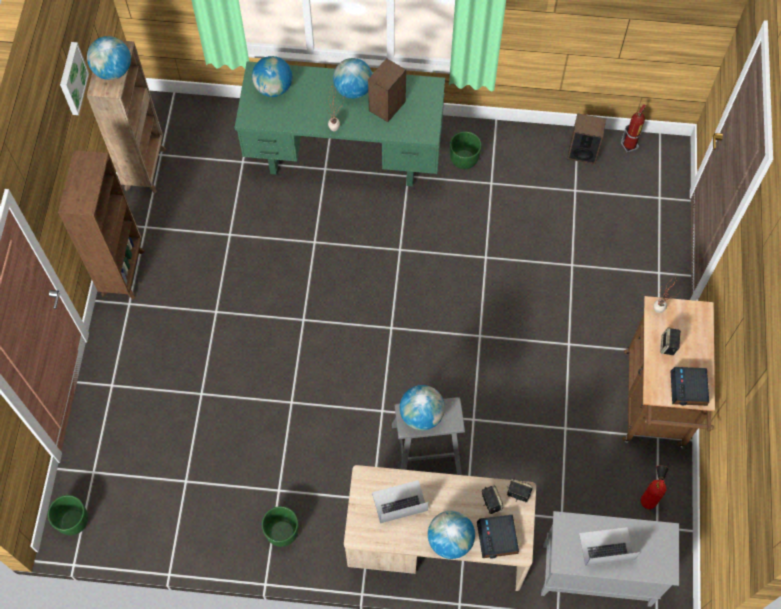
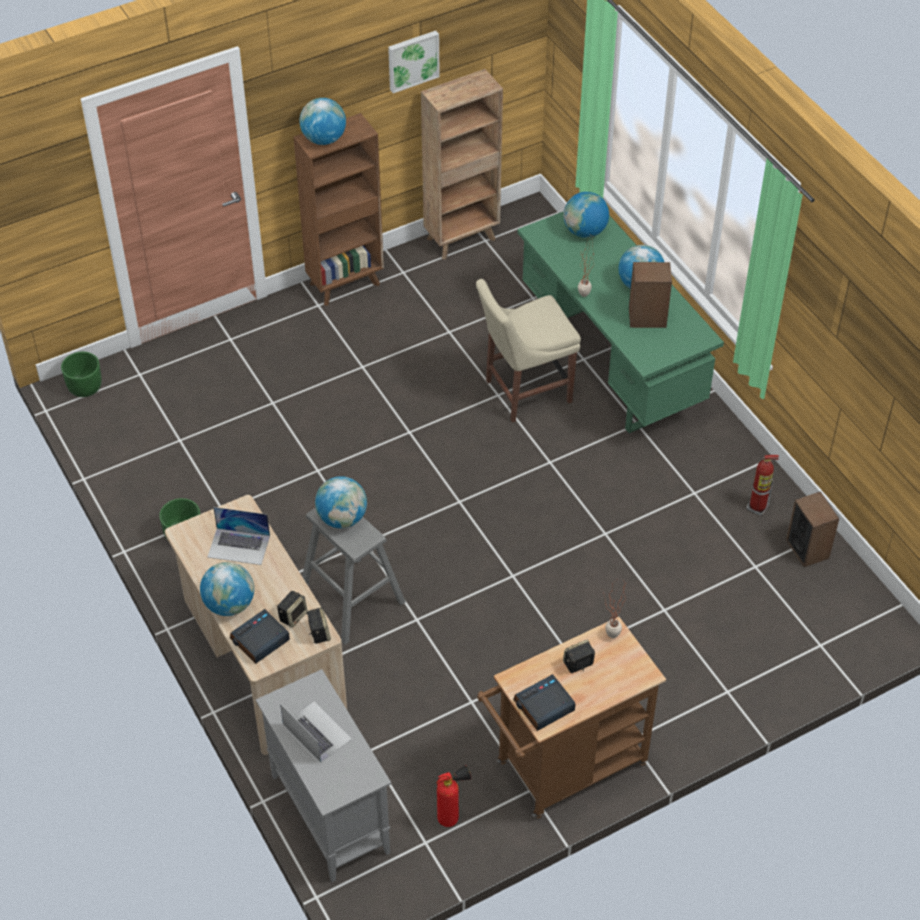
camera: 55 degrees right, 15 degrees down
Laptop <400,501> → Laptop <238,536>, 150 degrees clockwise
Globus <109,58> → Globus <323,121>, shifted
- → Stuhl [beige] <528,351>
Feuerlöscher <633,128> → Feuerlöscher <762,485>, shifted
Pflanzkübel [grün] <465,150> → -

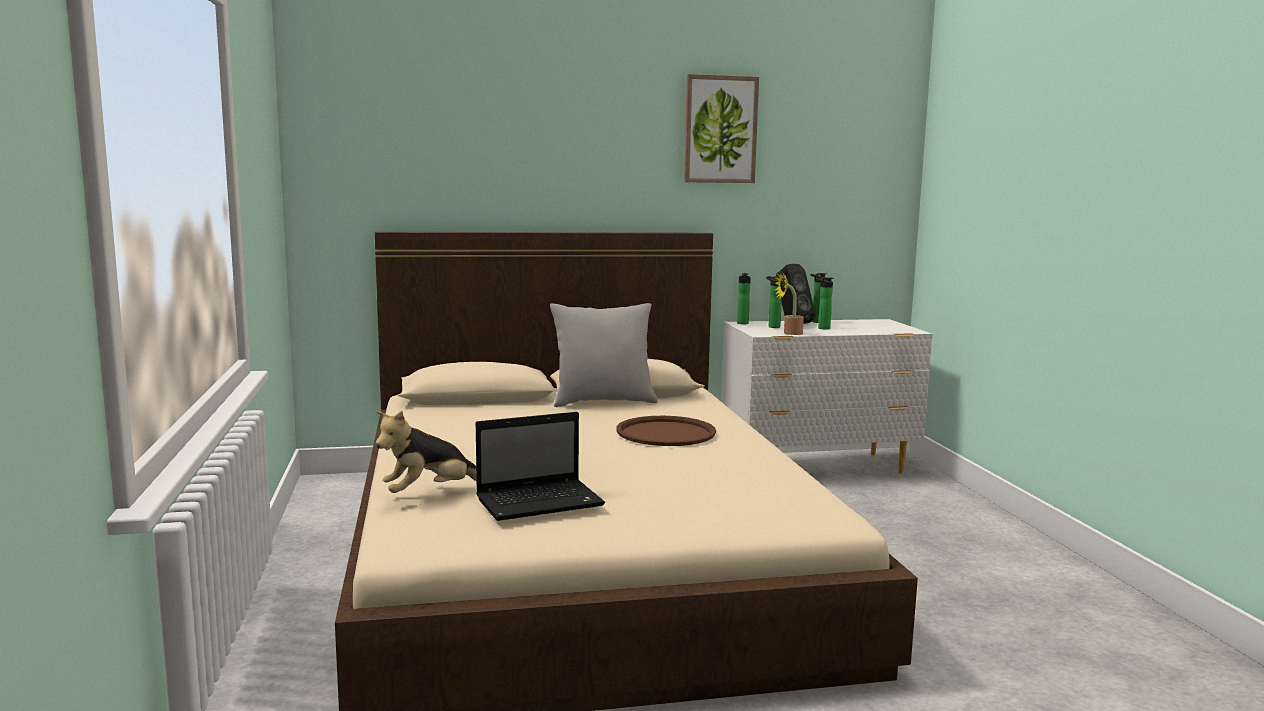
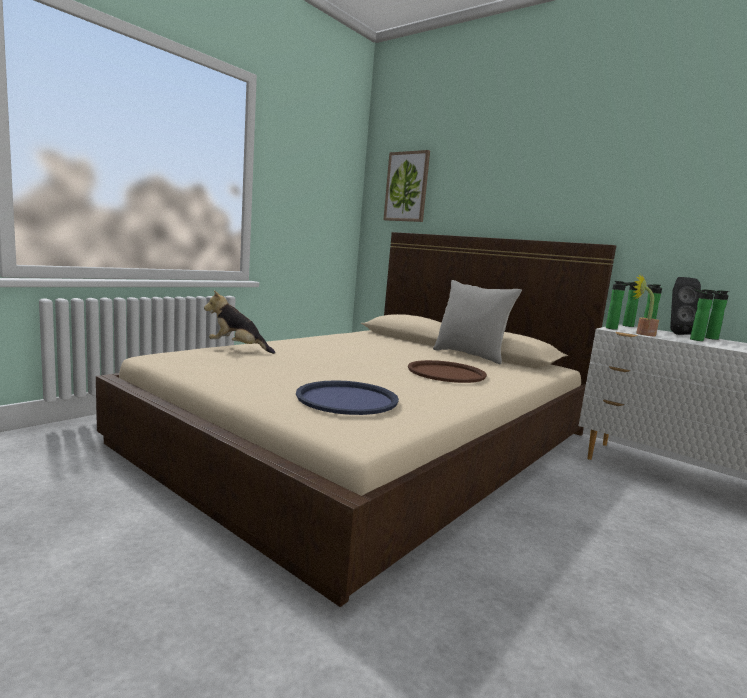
camera: 50 degrees right, 0 degrees up
- → Tablett [blau] <347,397>
Bild <721,128> → Bild <406,186>, shifted
- → Flasche <618,305>
Laptop <540,466> → -

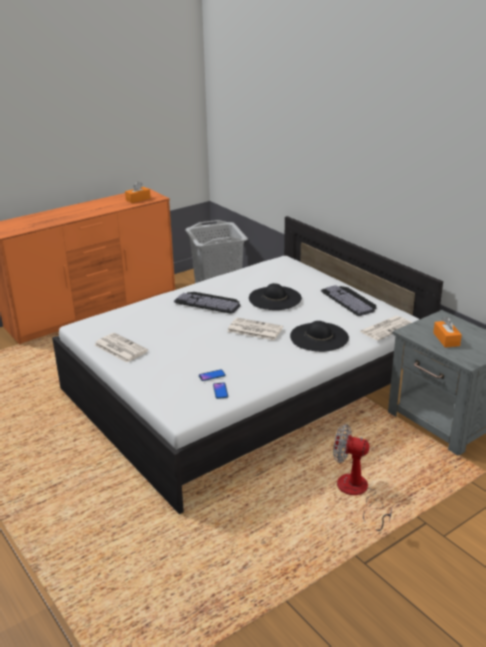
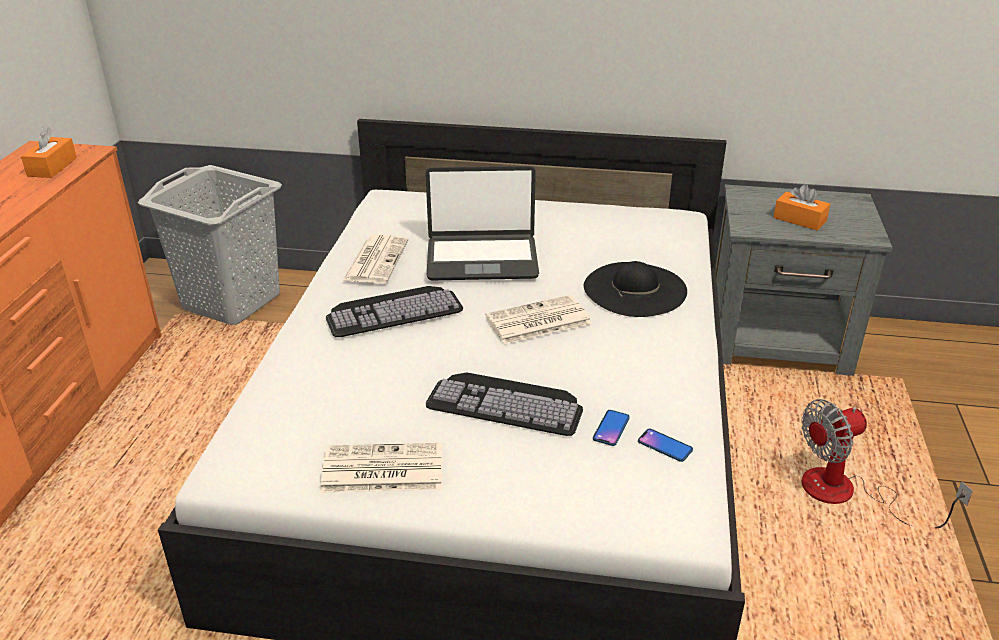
camera: 45 degrees left, 5 degrees up
Zeitung <386,328> → Zeitung <375,259>, shifted
Hut [schwarz] <275,296> → Laptop <482,223>
Tastatur <348,300> → Tastatur <504,404>, shifted

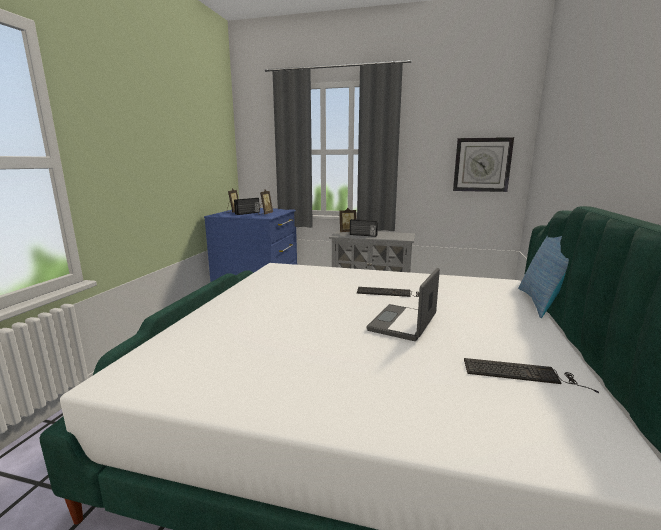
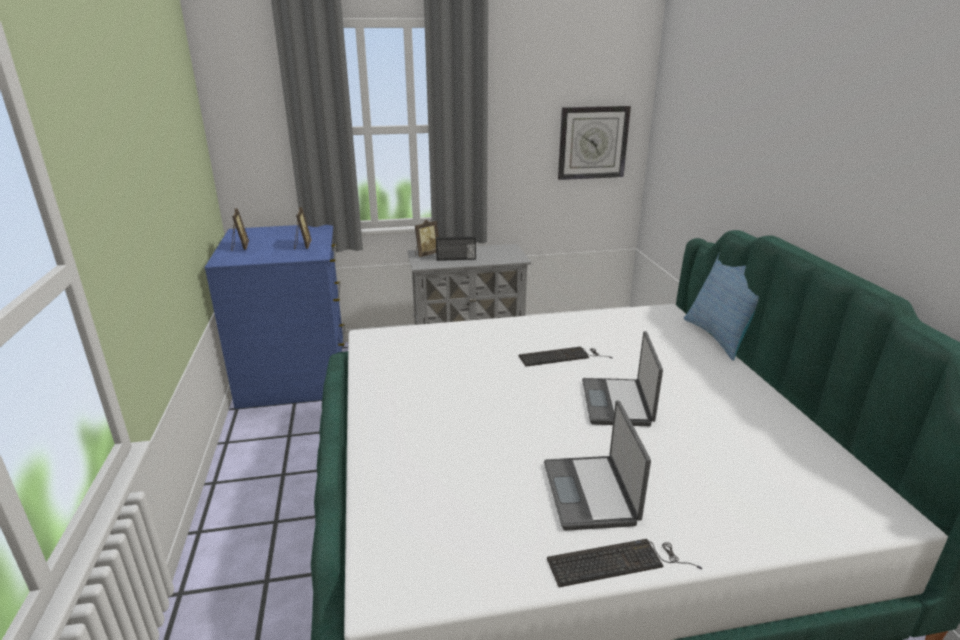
camera: 25 degrees left, 10 degrees up
- → Laptop <597,465>
Tastatur <531,375> → Tastatur <624,563>, shifted
Radio <247,206> → -

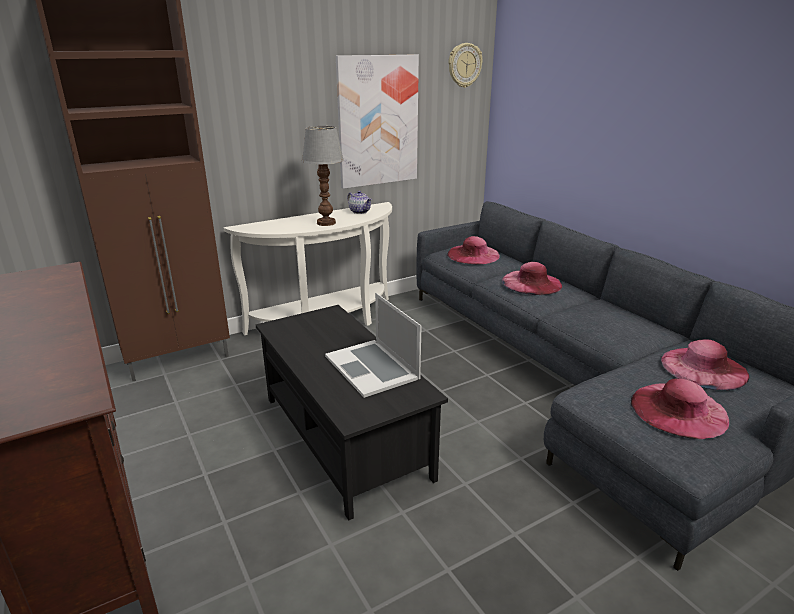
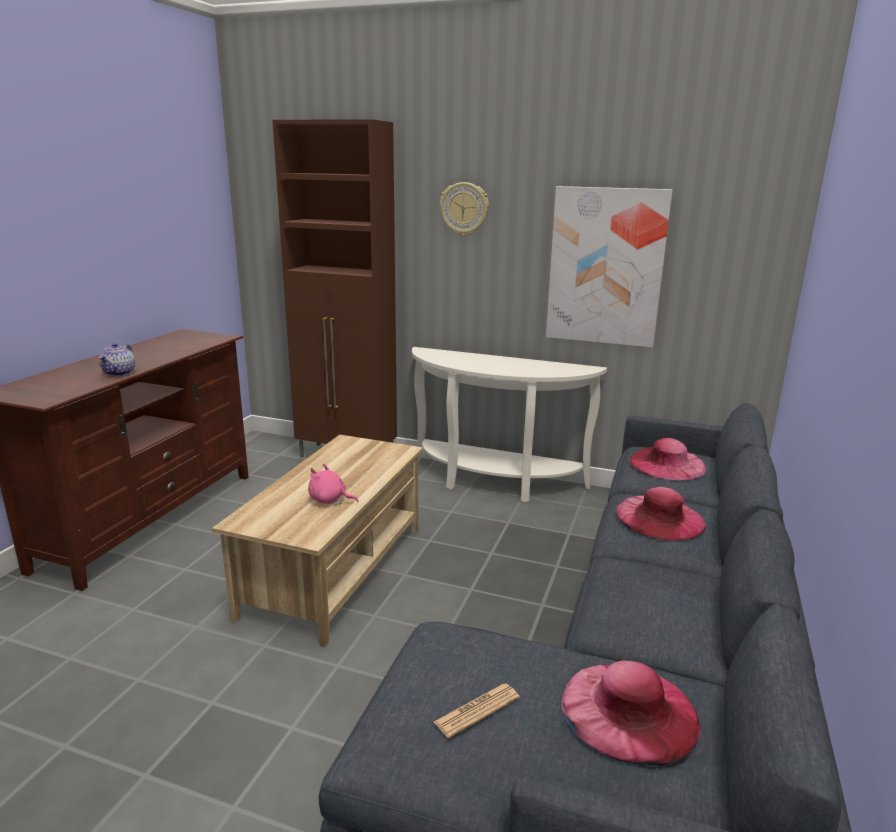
camera: 50 degrees right, 5 degrees down
Teekanne <359,202> → Teekanne <117,360>, shifted
Couchtisch [schwarz] <352,412> → Couchtisch [beige] <317,541>
Laptop <373,345> → Plüschtier [rosa] <333,483>
Hut [rosa] <680,408> → Zeitung <477,711>
Wanduhr <466,65> → Wanduhr <464,209>, shifted
Tischlampe <323,176> → -

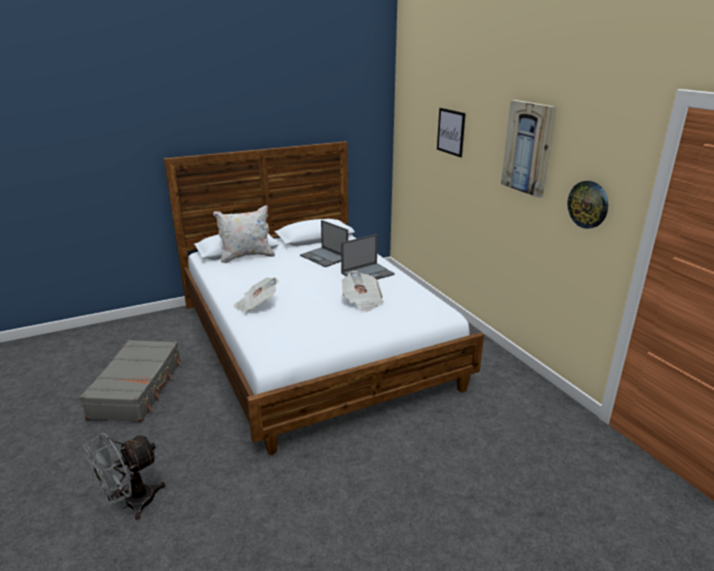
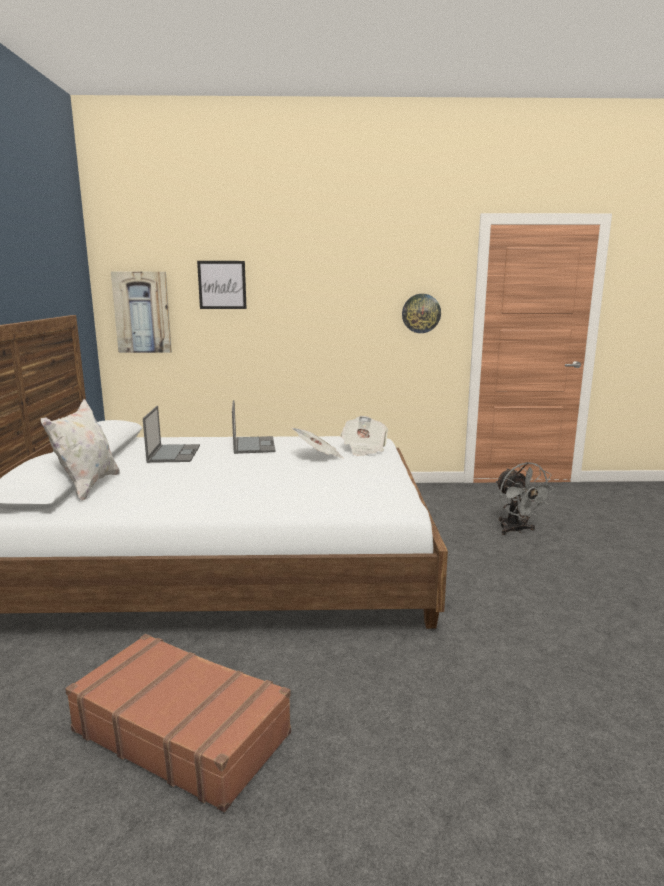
camera: 65 degrees left, 10 degrees down
Koffer [grau] <130,381> → Koffer [braun] <178,723>
Bild <528,149> → Bild <141,312>, shifted
Laptop <324,243> → Laptop <171,434>, 75 degrees counterclockwise
Zeitung <256,295> → Zeitung <364,436>, shifted
Ventilator [grau] <124,476> → Ventilator [grau] <525,498>, shifted

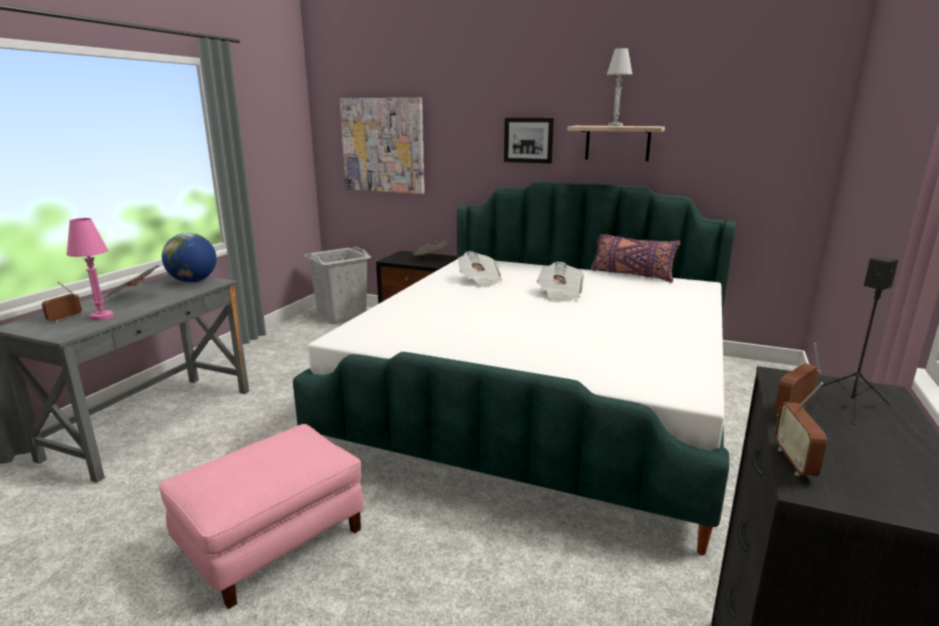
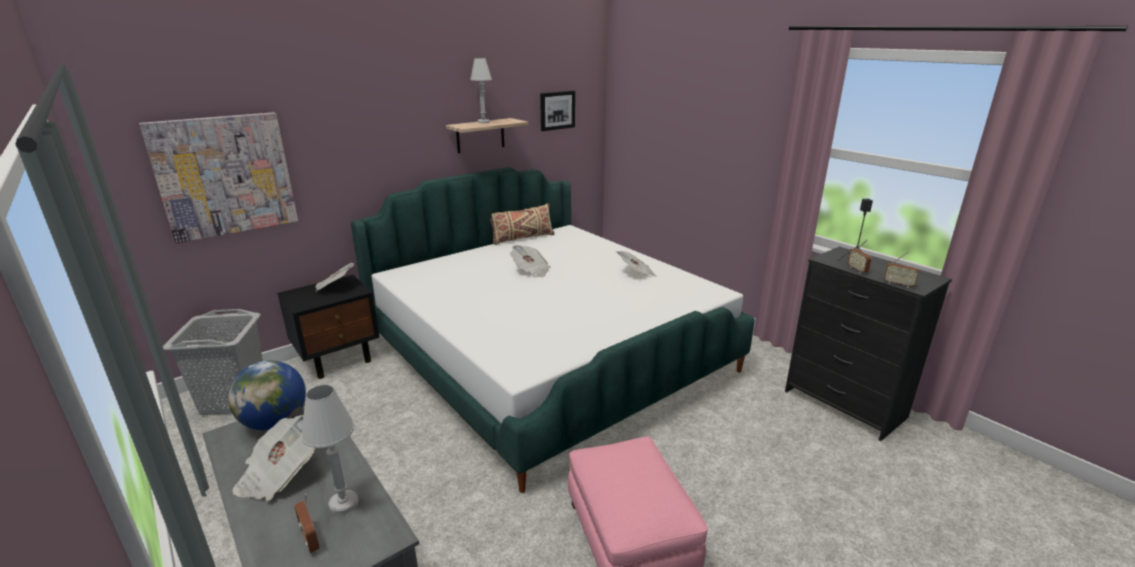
camera: 60 degrees left, 5 degrees up
Tischlampe [rosa] <90,269> → Tischlampe [weiß] <330,450>
Kissen [lila] <635,258> → Kissen [beige] <522,224>
Bild <529,141> → Bild <557,111>, shifted
Zeitung <480,269> → Zeitung <636,264>, shifted

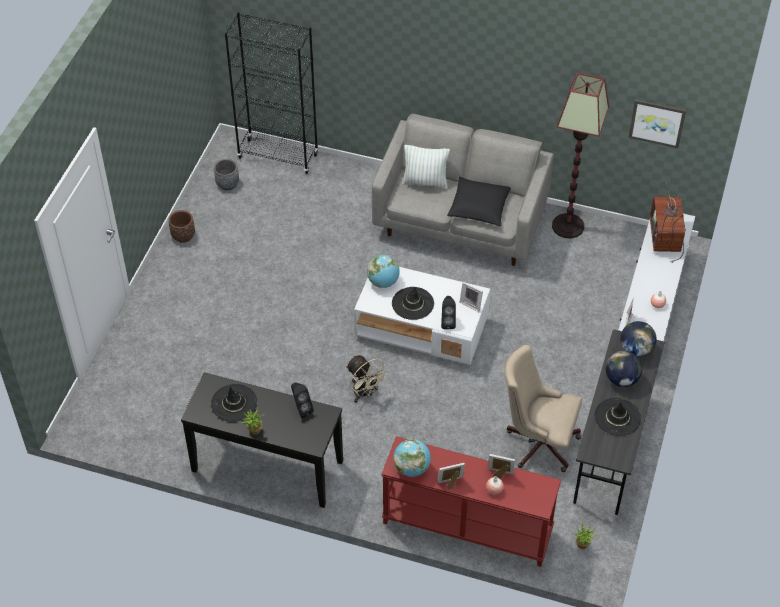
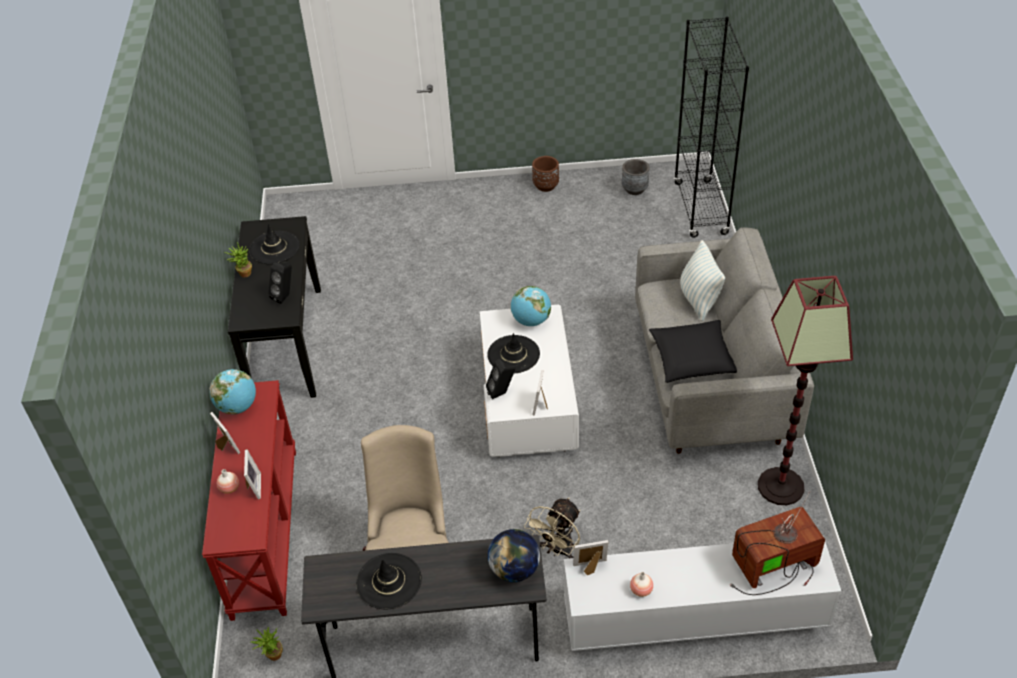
camera: 70 degrees right, 5 degrees down
Ventilator [beige] <367,379> → Ventilator [beige] <552,528>, shifted
Globus <624,369> → -
Bild <657,123> → -

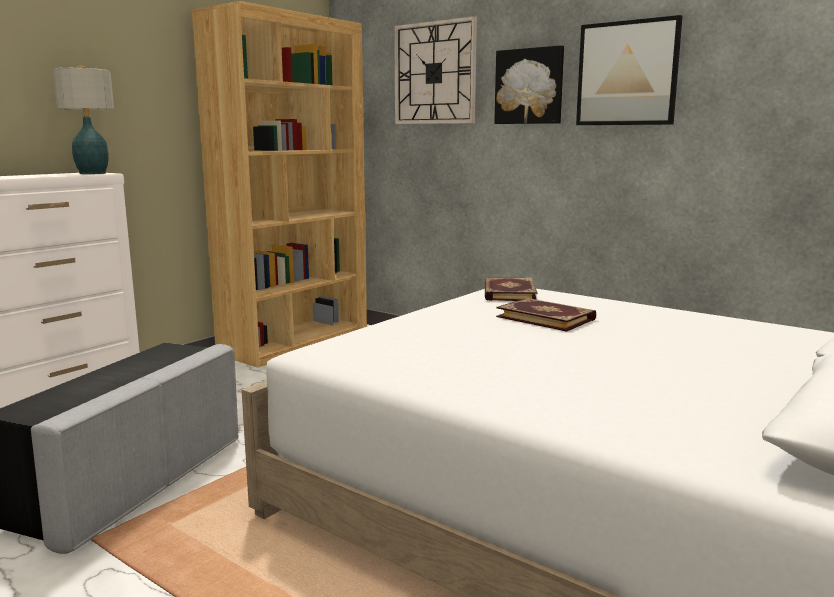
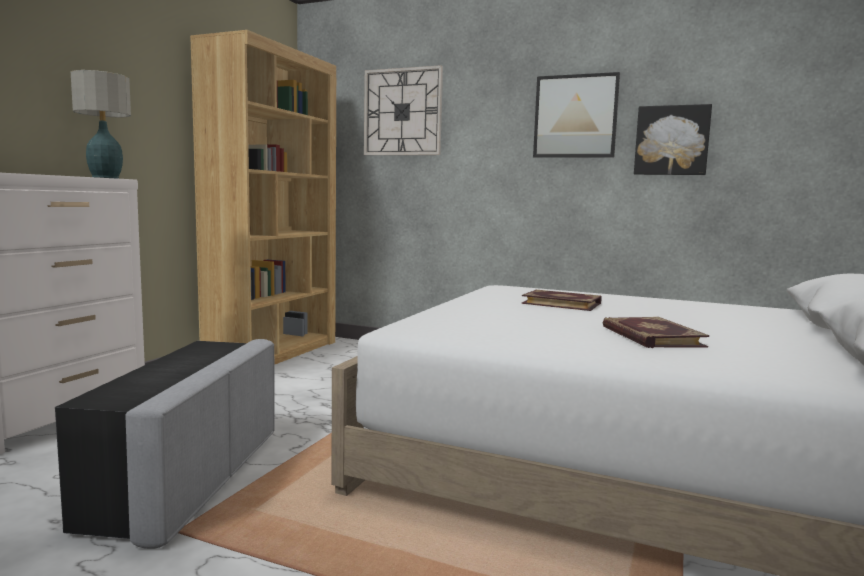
camera: 15 degrees left, 5 degrees down
Buch <511,289> → Buch <656,332>, shifted
Bild <529,84> → Bild <673,139>, shifted

